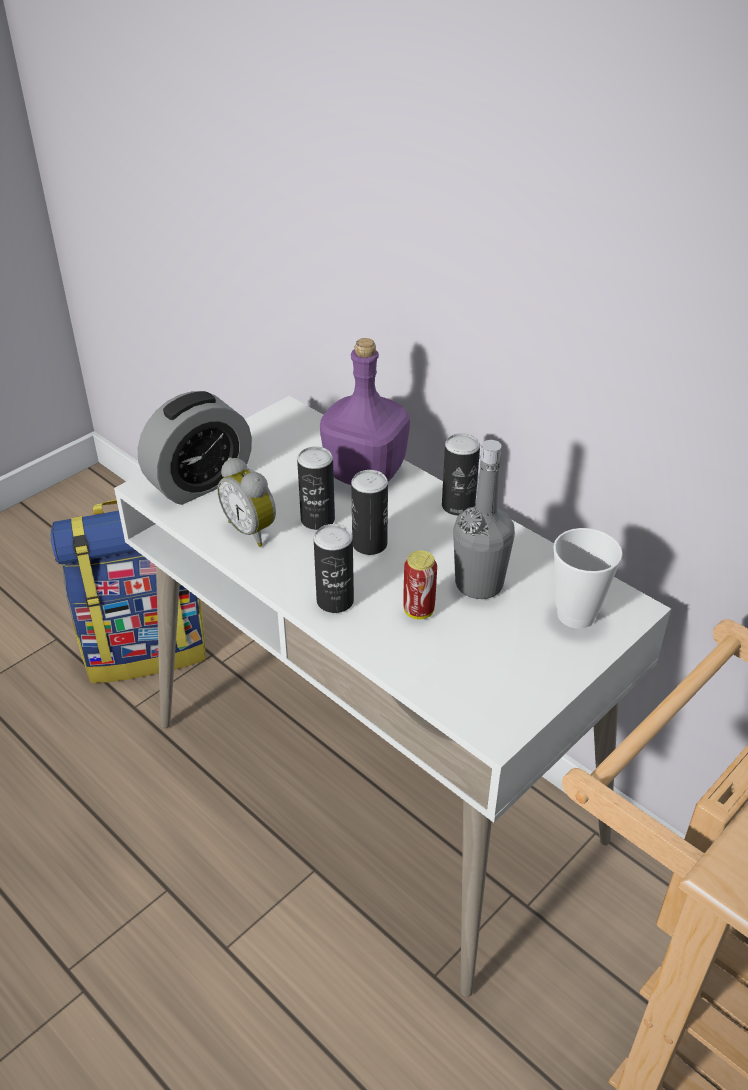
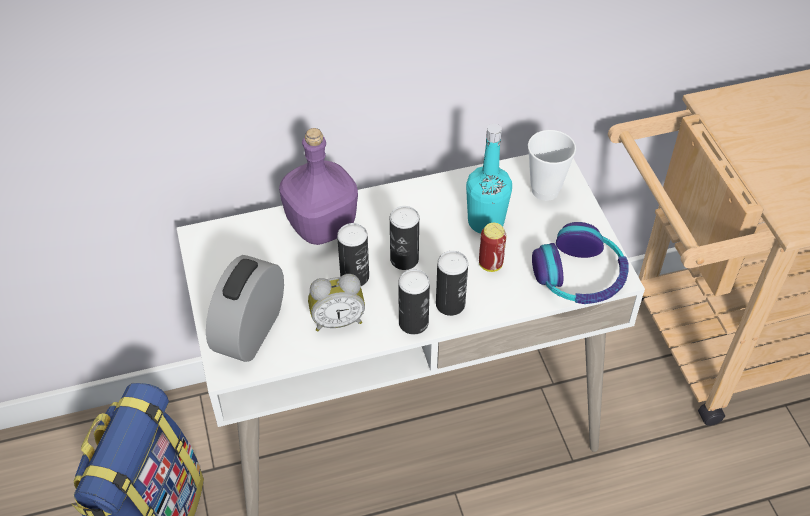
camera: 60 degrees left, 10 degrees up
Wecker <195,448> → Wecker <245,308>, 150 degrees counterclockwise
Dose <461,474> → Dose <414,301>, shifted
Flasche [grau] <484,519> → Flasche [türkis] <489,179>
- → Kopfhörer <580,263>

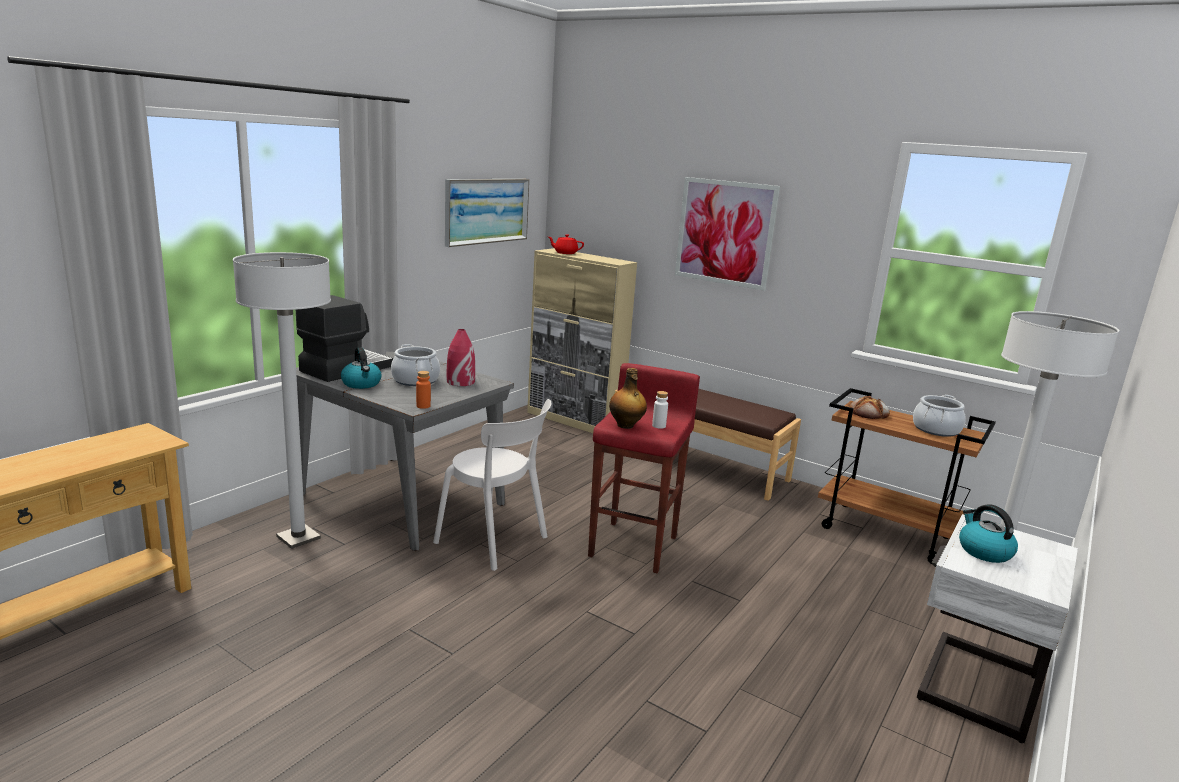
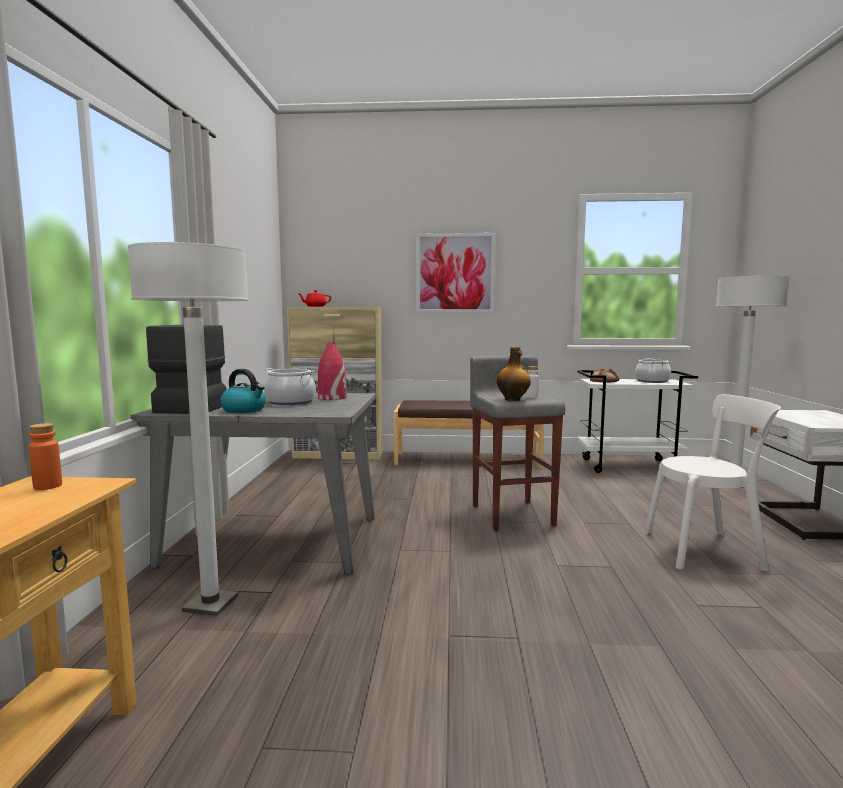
camera: 30 degrees left, 10 degrees down
Flasche [orange] <423,390> → Flasche [orange] <45,456>, shifted
Hocker [rot] <644,468> → Hocker [grau] <517,443>
Rollwagen [braun] <907,476> → Rollwagen [weiß] <637,421>
Stuhl [weiß] <492,485> → Stuhl [weiß] <712,483>, shifted
Bild <487,213> → -
Wasserkessel <988,533> → -

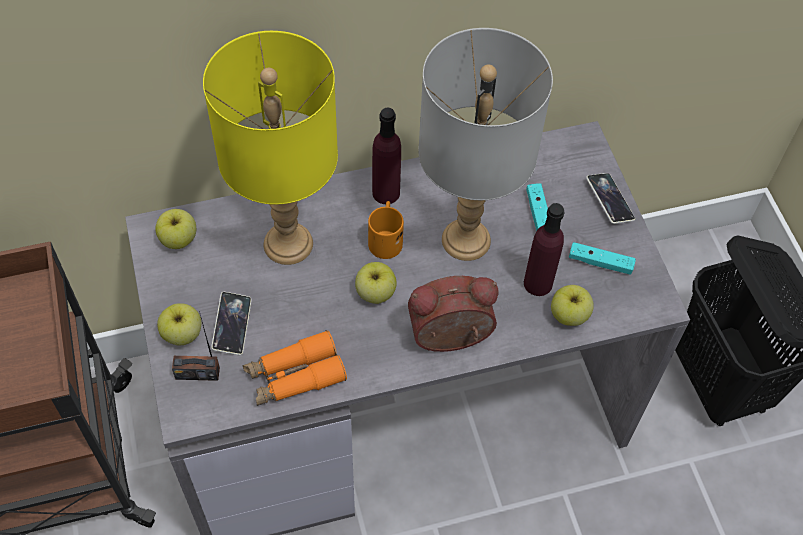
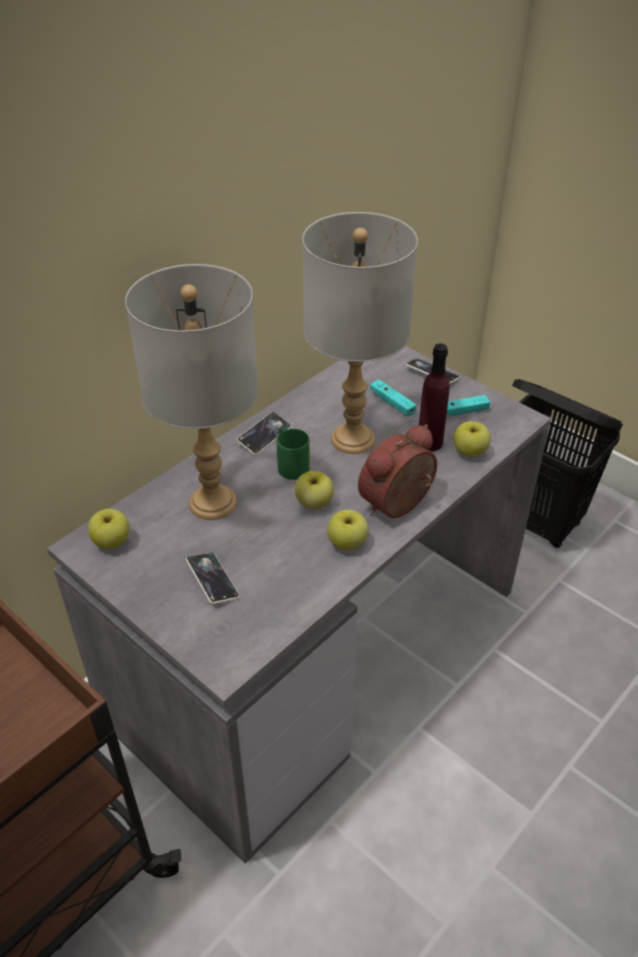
camera: 30 degrees left, 15 degrees down
Tischlampe [gelb] <270,148> → Tischlampe [grau] <191,392>
Flasche [lila] <386,156> → Handy <264,433>
Henkelbecher [orange] <386,230> → Henkelbecher [grün] <293,454>
Apfel <179,324> → Apfel <348,530>, shifted
Radio <196,346> → -
Fernglas [orange] <295,368> → -

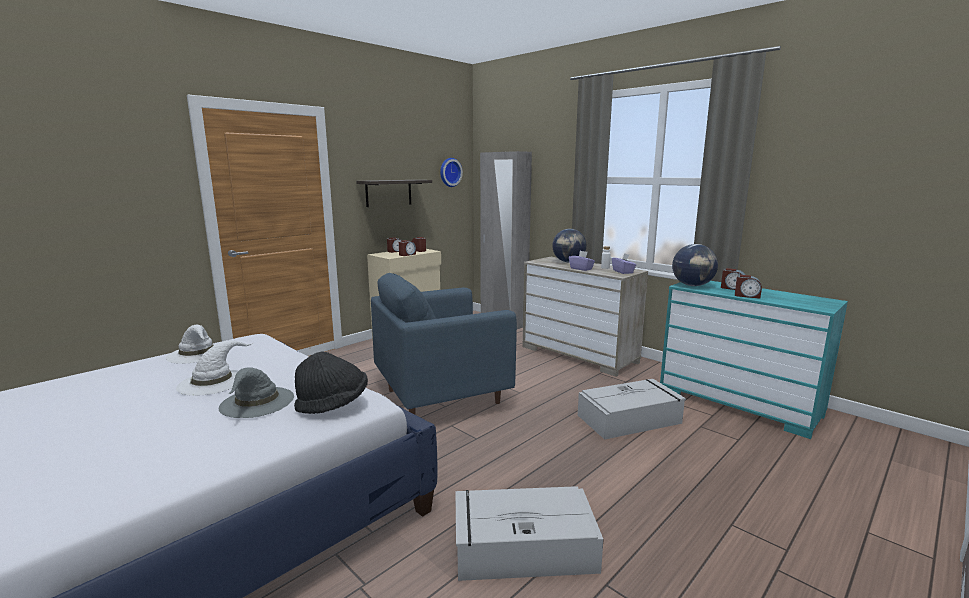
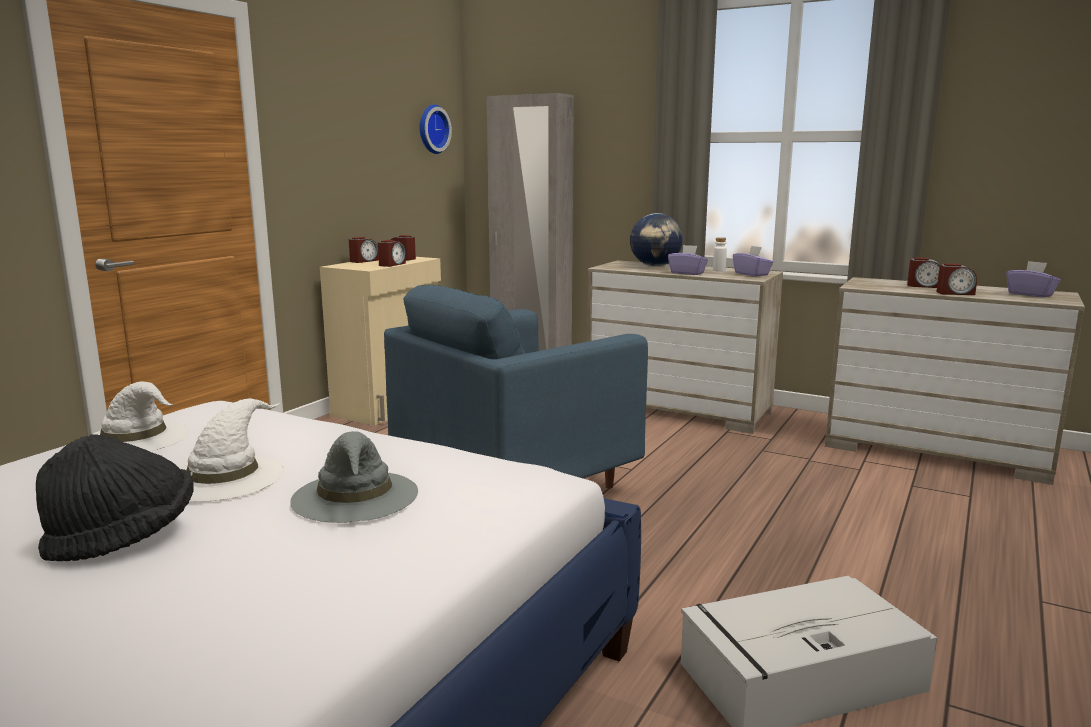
camera: 15 degrees left, 0 degrees up
Hut [schwarz] <331,383> → Hut [schwarz] <115,497>, shifted
Kommode [türkis] <754,360> → Kommode [beige] <955,381>
- → Taschentuchbox [lila] <1033,279>
Wandregal <394,193> → -
Aufbewahrungsbox [grau] <632,409> → -
Globus <695,265> → -

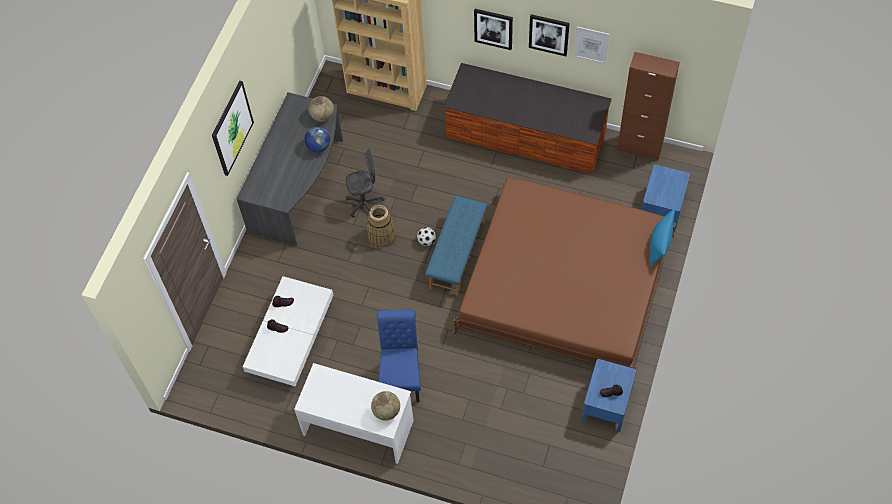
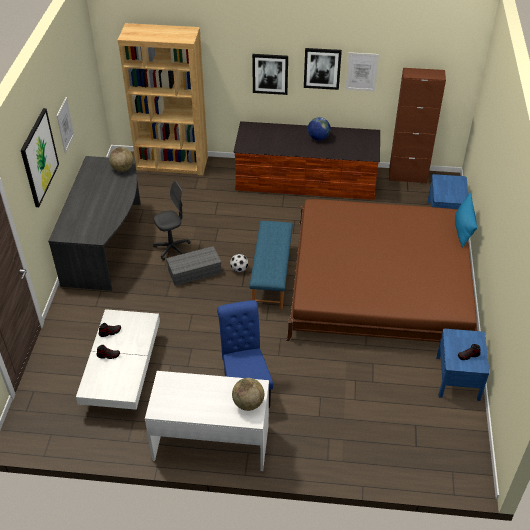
camera: 15 degrees left, 15 degrees down
- → Bild <66,125>
Korb <381,226> → Aufbewahrungsbox [grau] <194,266>
Globus <317,140> → Globus <319,128>, shifted

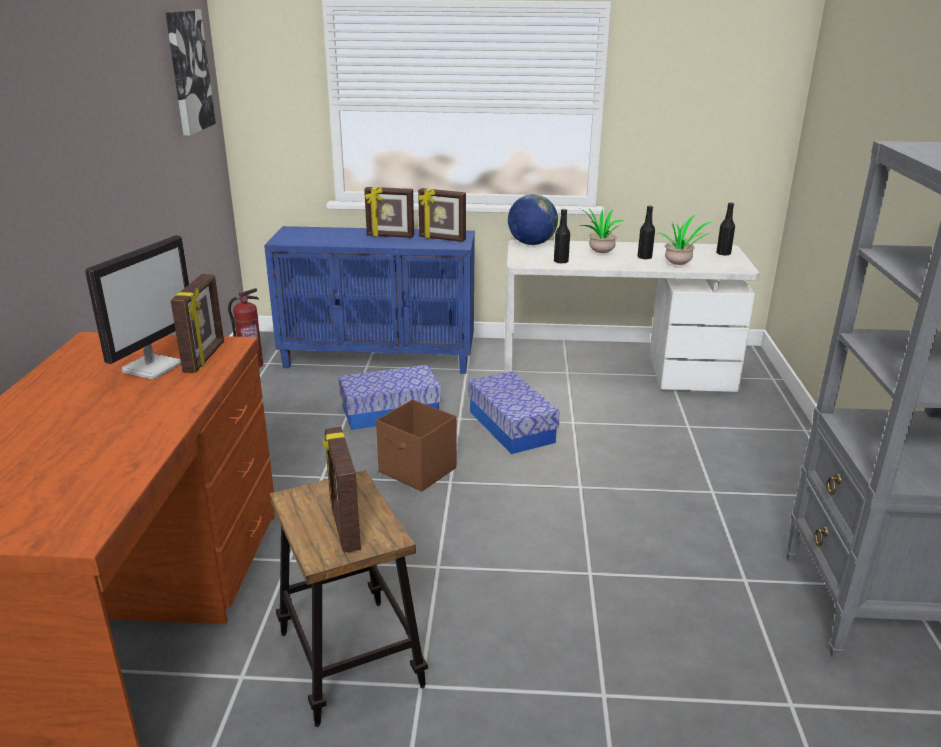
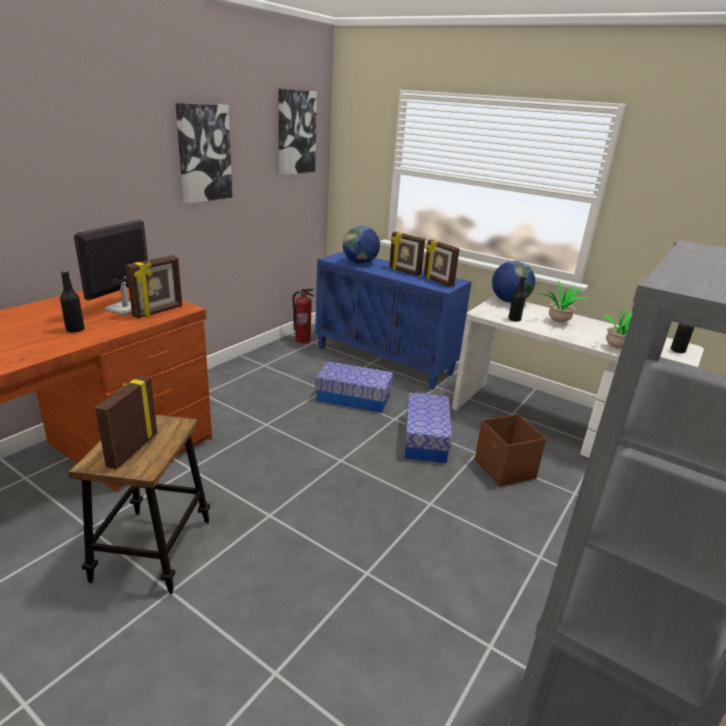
camera: 30 degrees right, 0 degrees up
Flasche [schwarz] <646,233> → Flasche [schwarz] <72,301>, shifted
Monitor <137,307> → Monitor <111,267>, 150 degrees clockwise
- → Bild <204,153>
- → Globus <361,245>
Aufbewahrungsbox [braun] <416,446> → Aufbewahrungsbox [braun] <510,450>, shifted

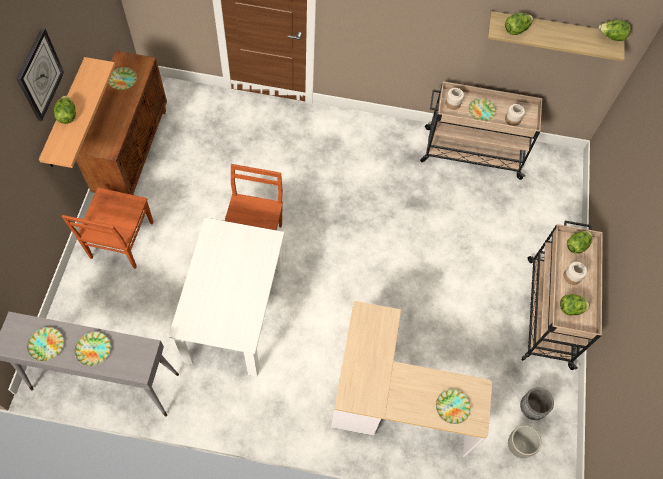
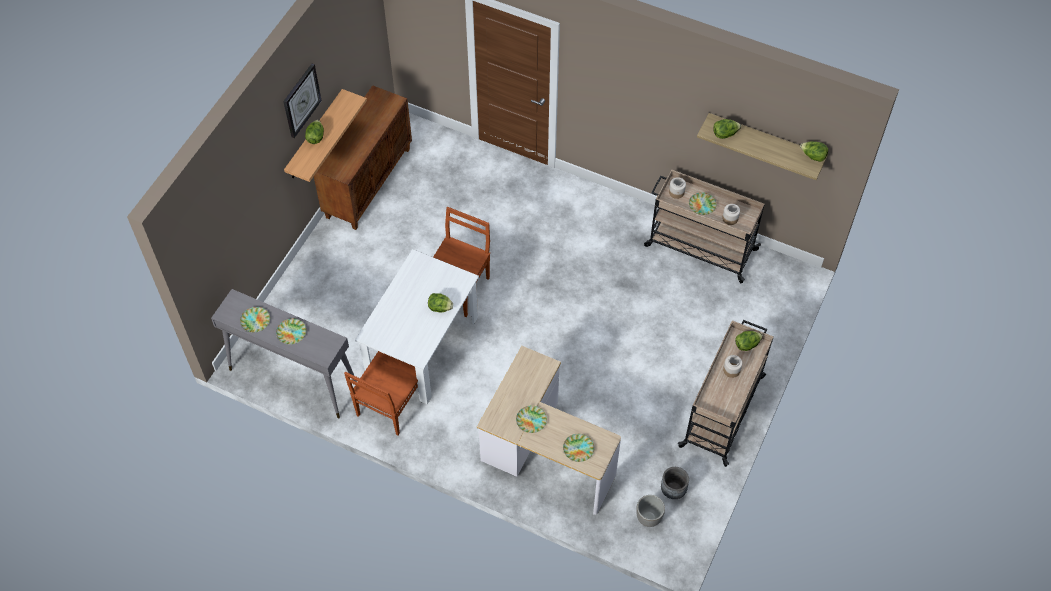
camera: 20 degrees right, 5 degrees down
Stuhl [braun] <108,228> → Stuhl [braun] <381,393>, shifted
Salatkopf <575,304> → Salatkopf <440,302>, shifted
Teller <122,78> → Teller <531,419>, shifted

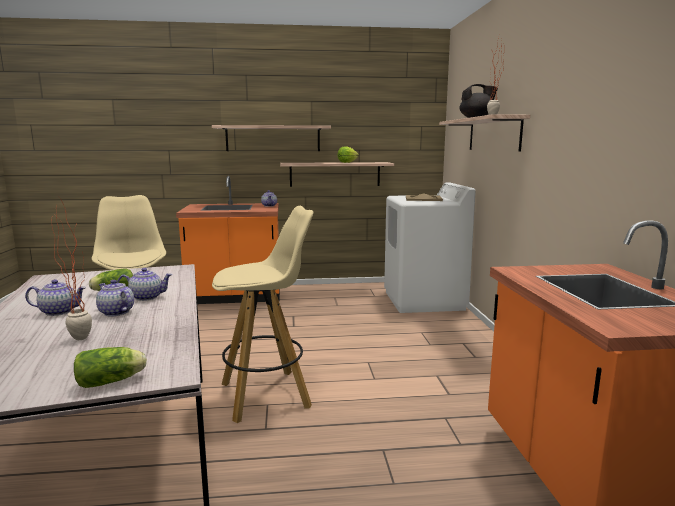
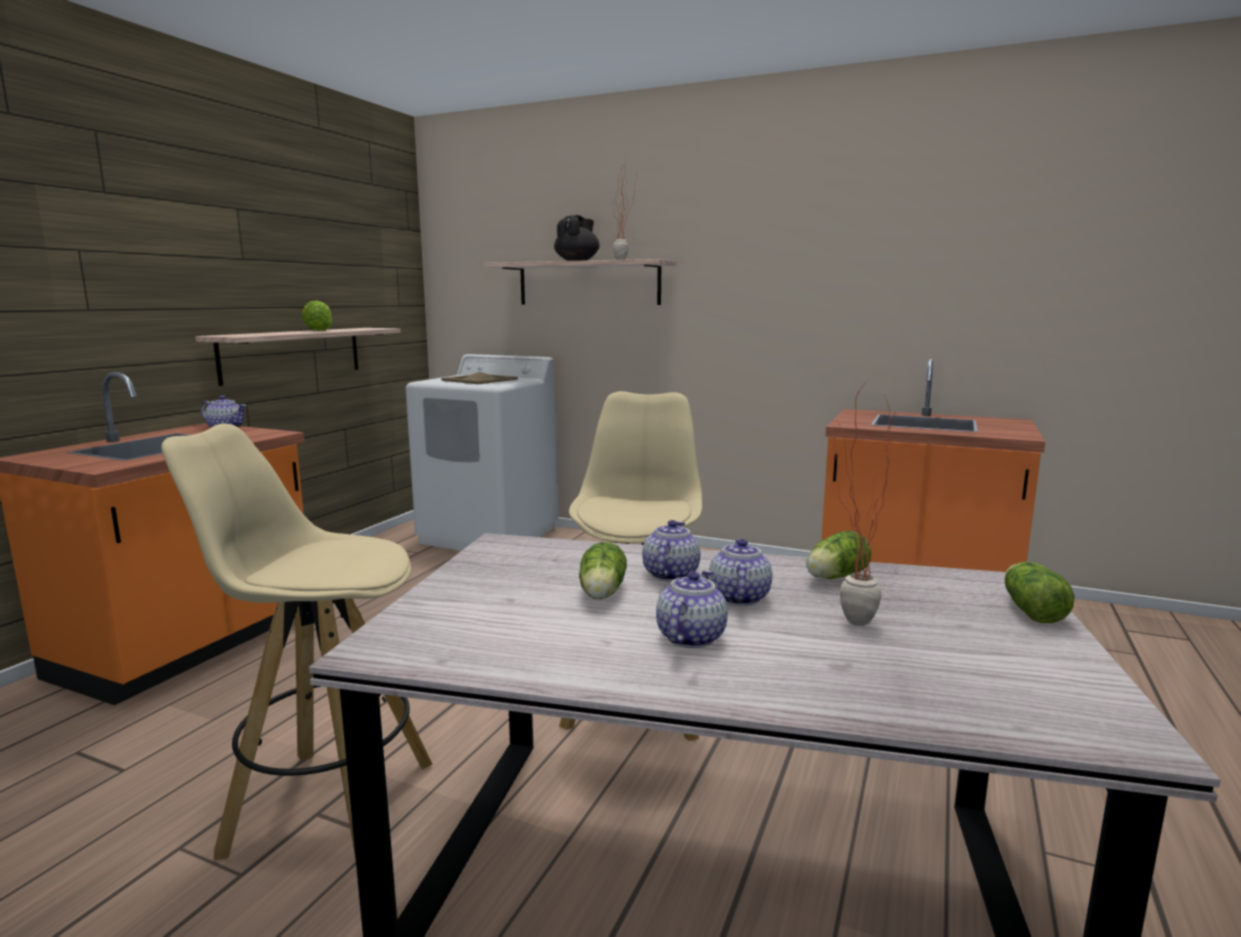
camera: 60 degrees left, 0 degrees up
Teekanne <115,298> → Teekanne <740,572>, 120 degrees clockwise
- → Salatkopf <839,555>
Wandregal <271,138> → -

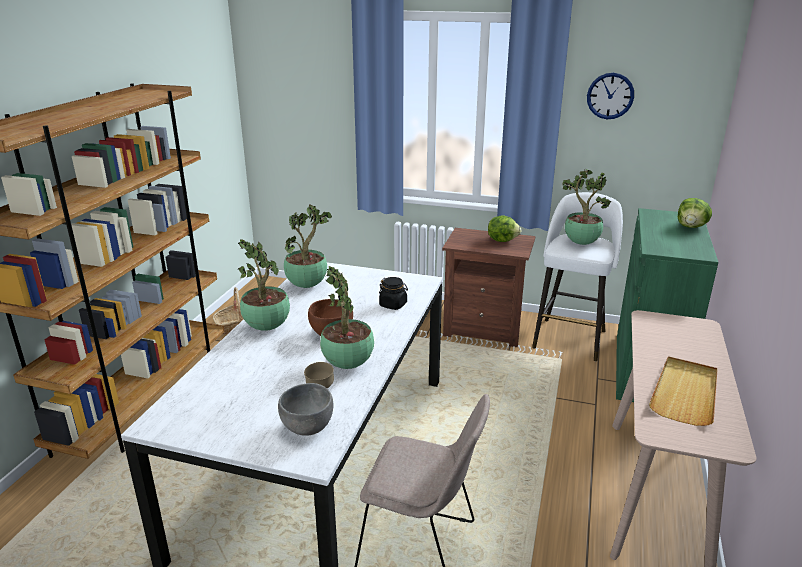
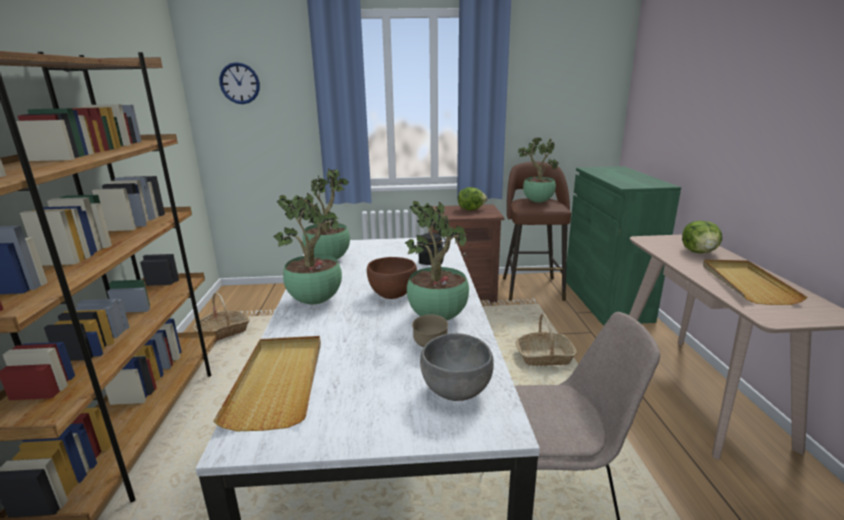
camera: 20 degrees left, 5 degrees down
- → Tablett [beige] <267,383>
Wanduhr <610,96> → Wanduhr <239,83>, shifted
Hocker [weiß] <577,276> → Hocker [braun] <537,231>
- → Korb <546,339>
Salatkopf <695,213> → Salatkopf <702,237>, shifted

